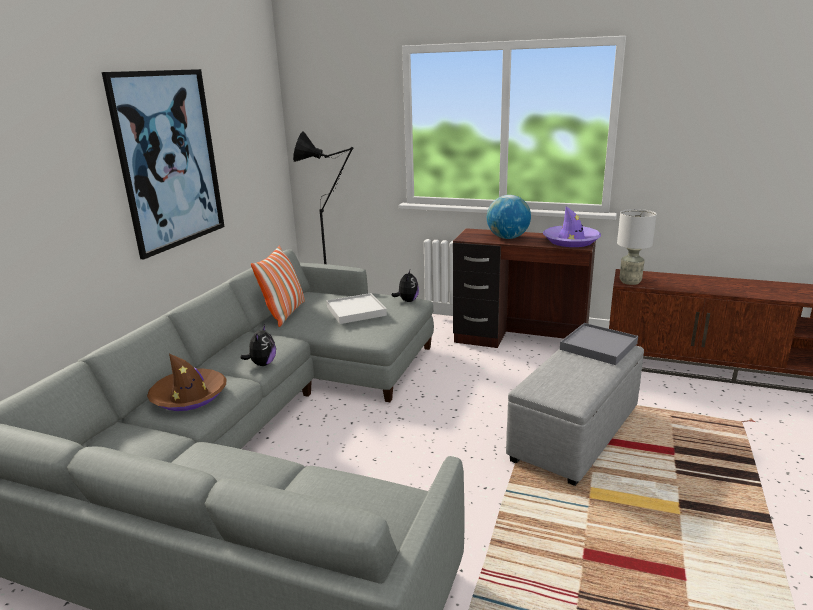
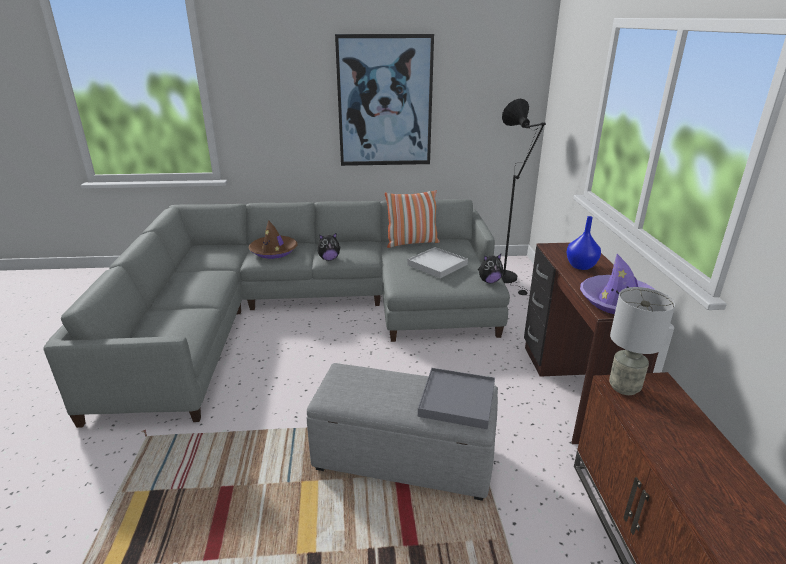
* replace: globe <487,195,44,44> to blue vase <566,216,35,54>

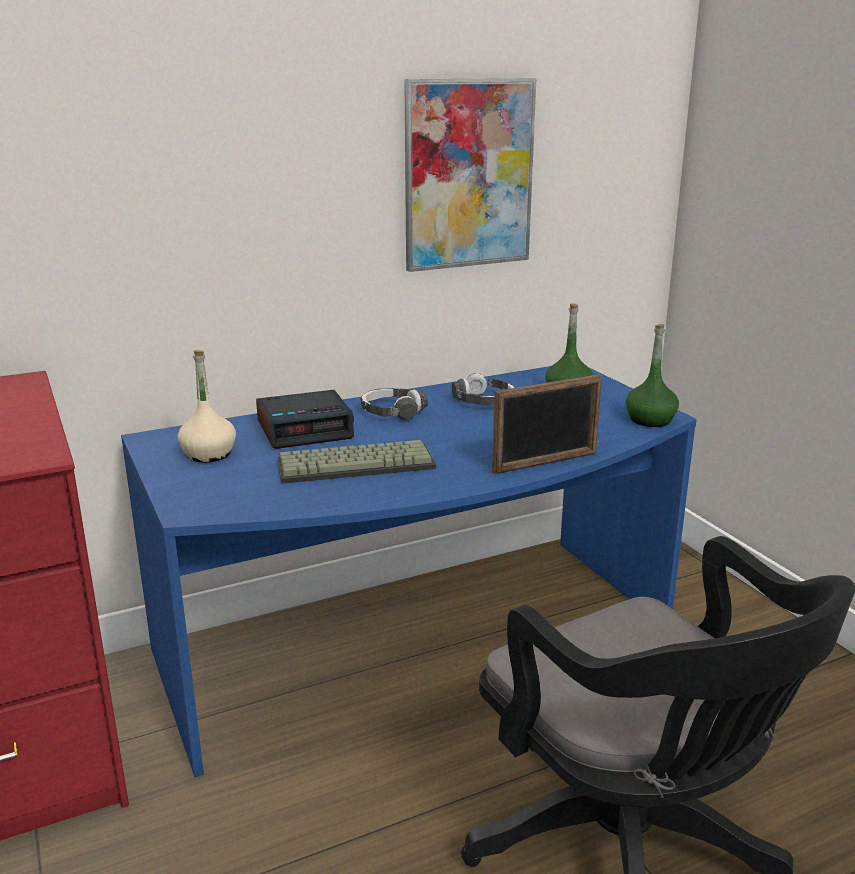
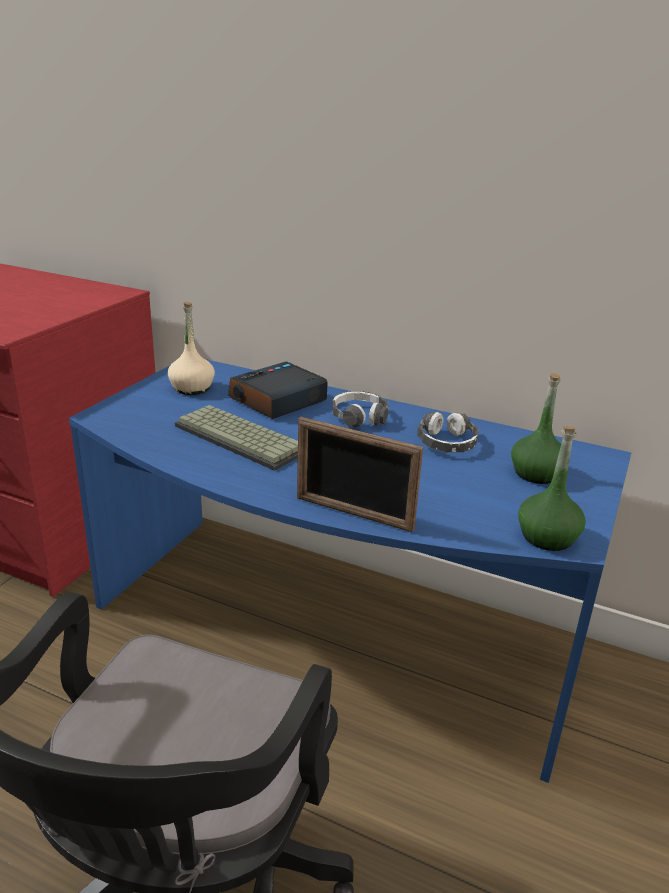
* rotate: alarm clock <256,390,98,59> = <228,361,100,58> 105 degrees clockwise
* delete: picture <404,78,132,194>

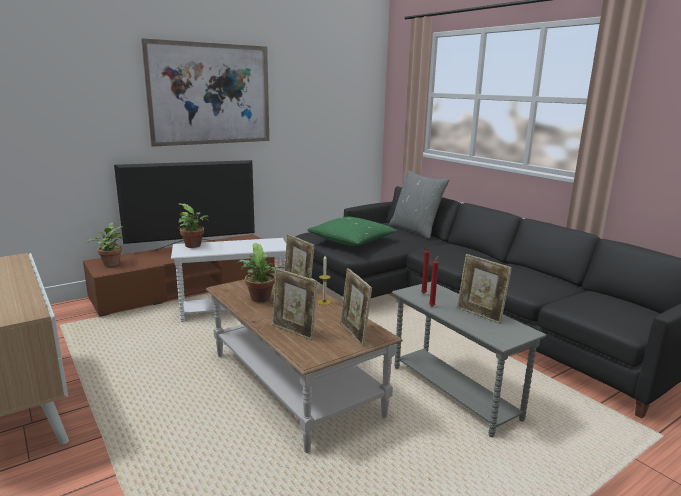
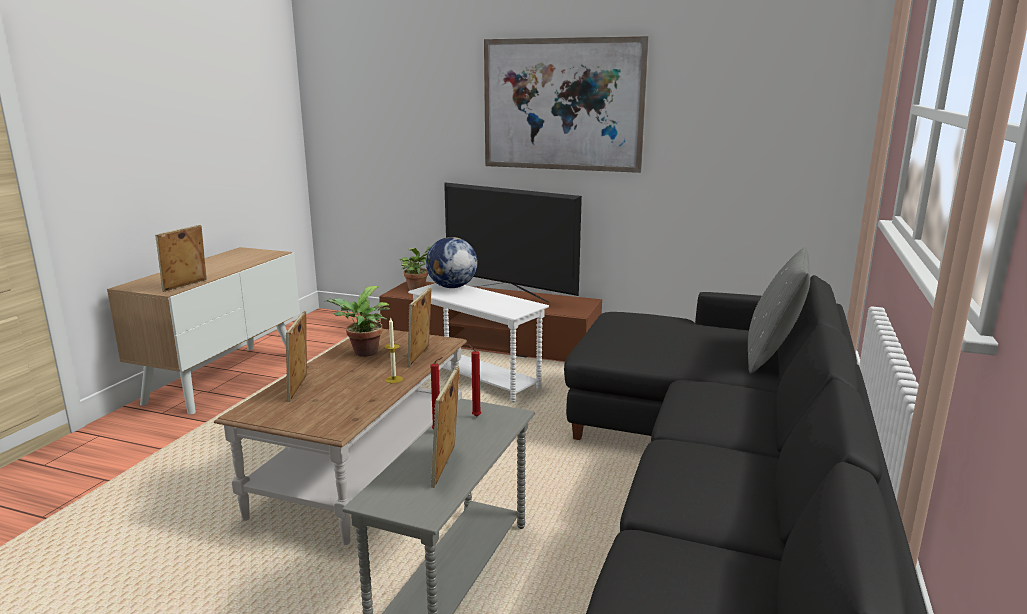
* move: picture frame <340,268,32,79> to <155,225,52,67>
* replace: potted plant <178,203,31,45> to globe <426,237,52,51>
* delete: green pillow <307,217,90,29>

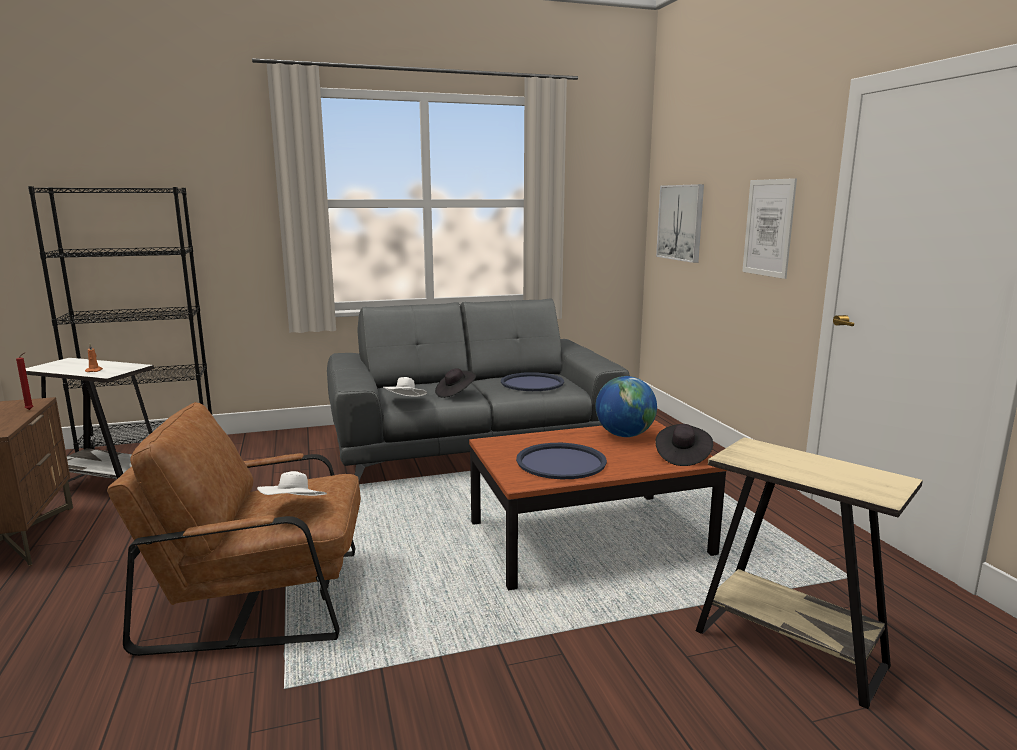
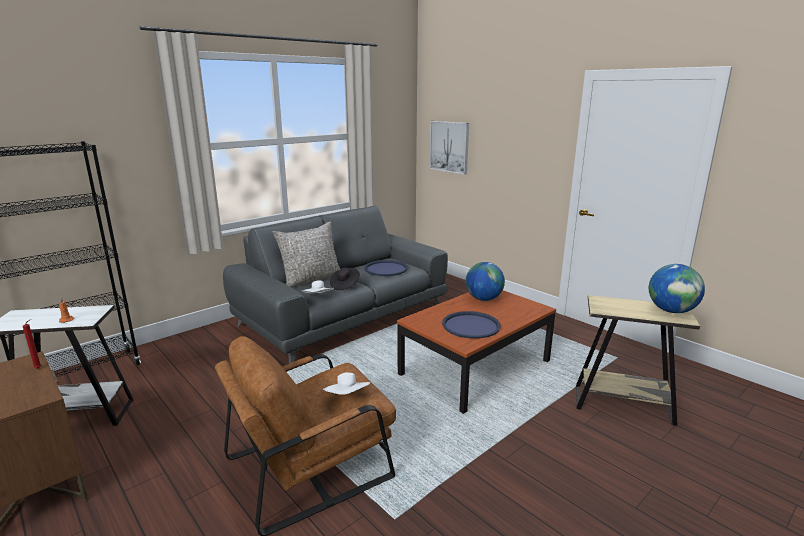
* insert: grey pillow <272,222,68,66>
* insert: globe <649,264,56,49>
* delete: black hat <655,424,58,42>
* delete: picture <742,178,55,101>

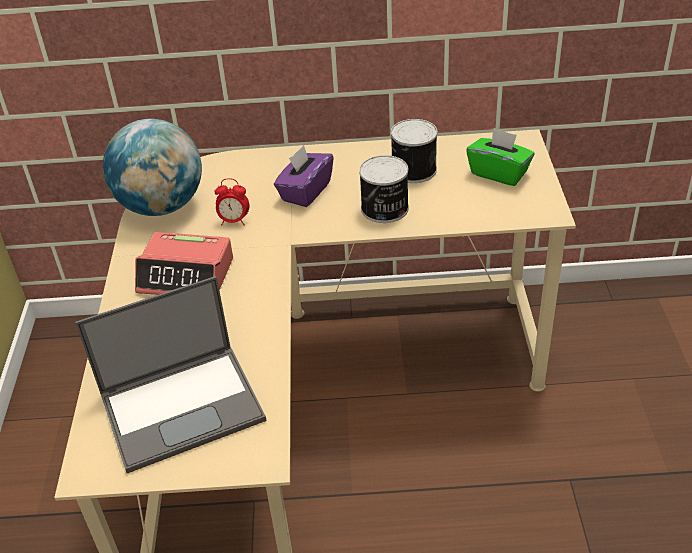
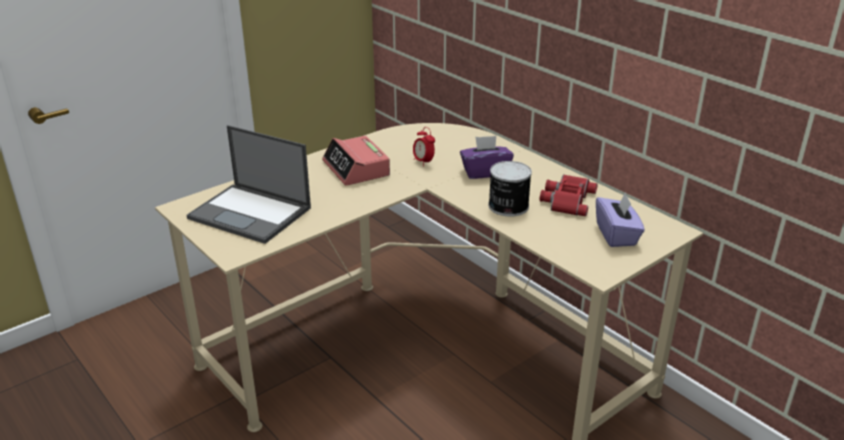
* replace: can <391,119,46,64> to red binoculars <540,175,58,41>
* recolor: green tissue box <466,128,69,58> to purple tissue box <596,192,49,55>
* delete: globe <103,119,99,97>

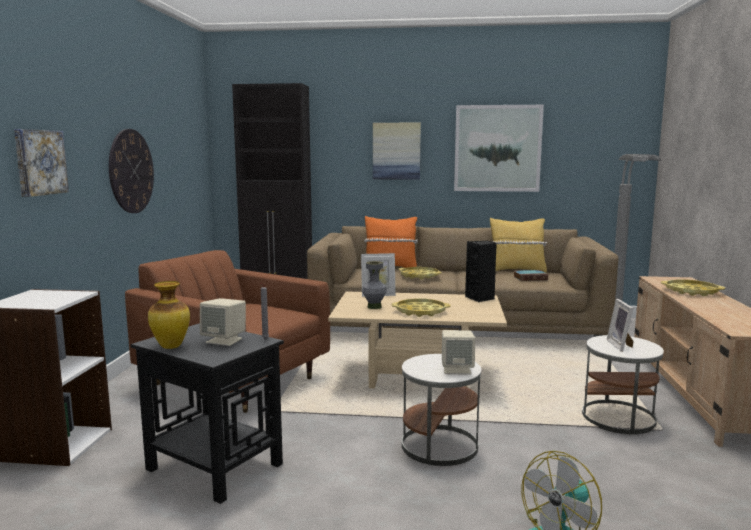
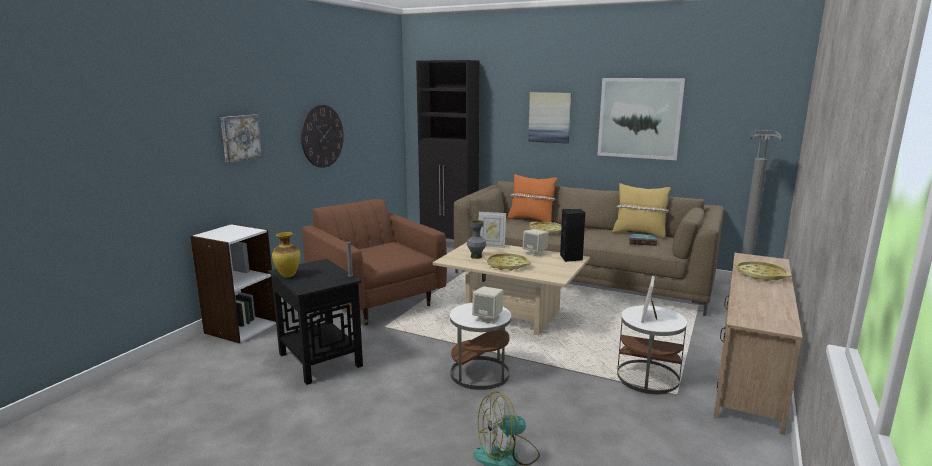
* move: beige speaker <200,298,46,48> to <522,229,27,27>

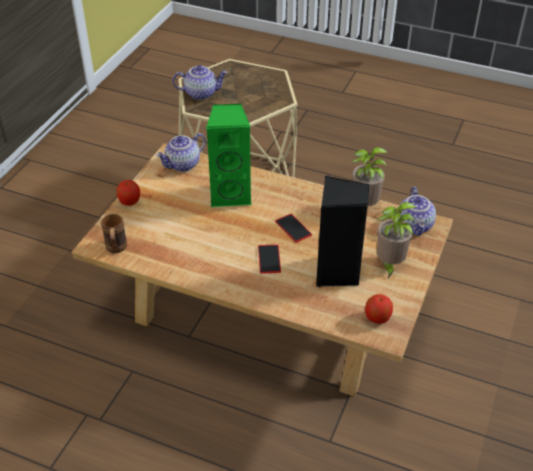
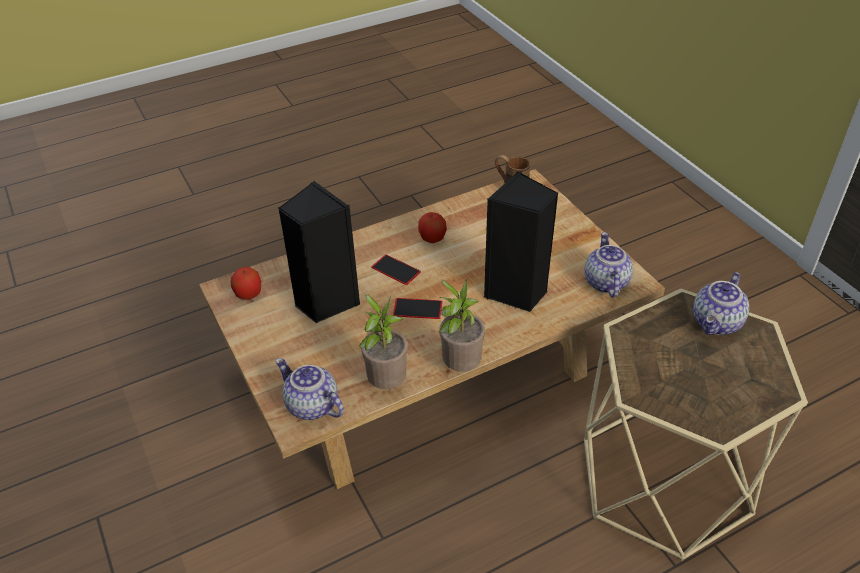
* move: apple <117,180,24,26> to <418,212,29,31>
* move: potted plant <377,202,39,76> to <439,279,46,93>
* recolor: green speaker <206,104,46,103> to black speaker <484,171,75,141>

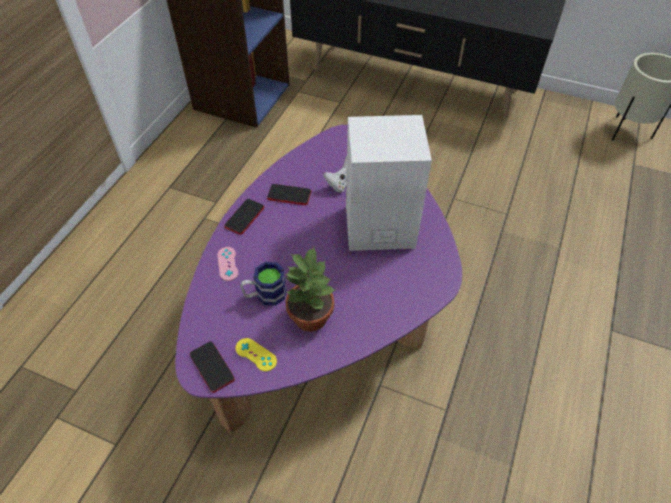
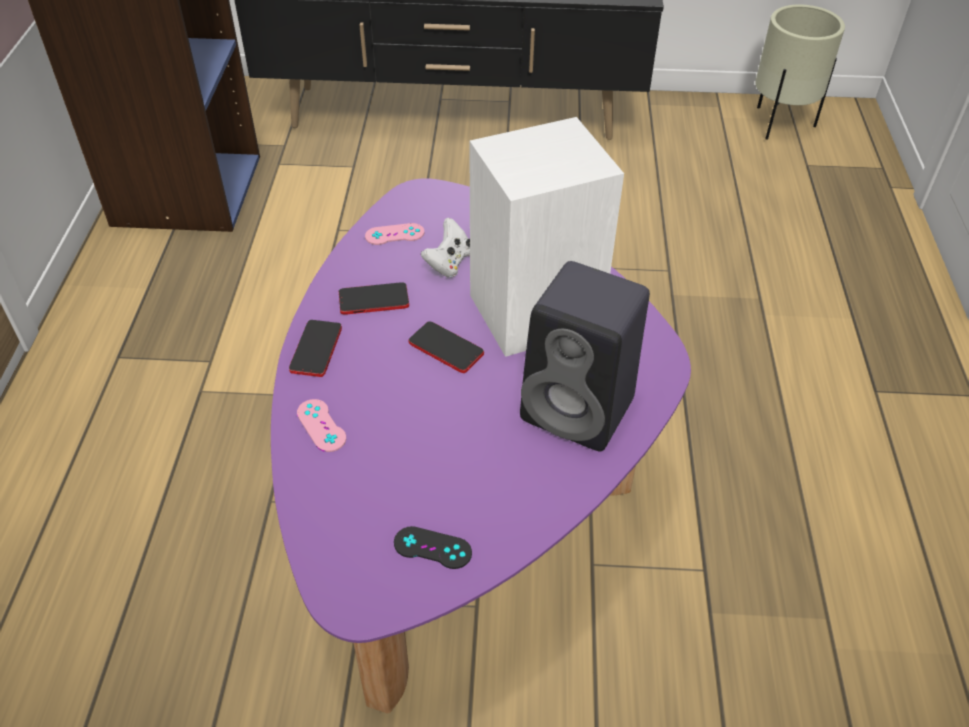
* insert: pink game controller <365,223,59,22>
* recolor: yellow game controller <235,338,42,33> to black game controller <394,526,78,43>
* move: phone <190,341,45,52> to <408,321,76,52>
* insert: black speaker <520,261,130,191>
* delete: mug <240,262,47,44>
* delete: potted plant <285,247,52,85>

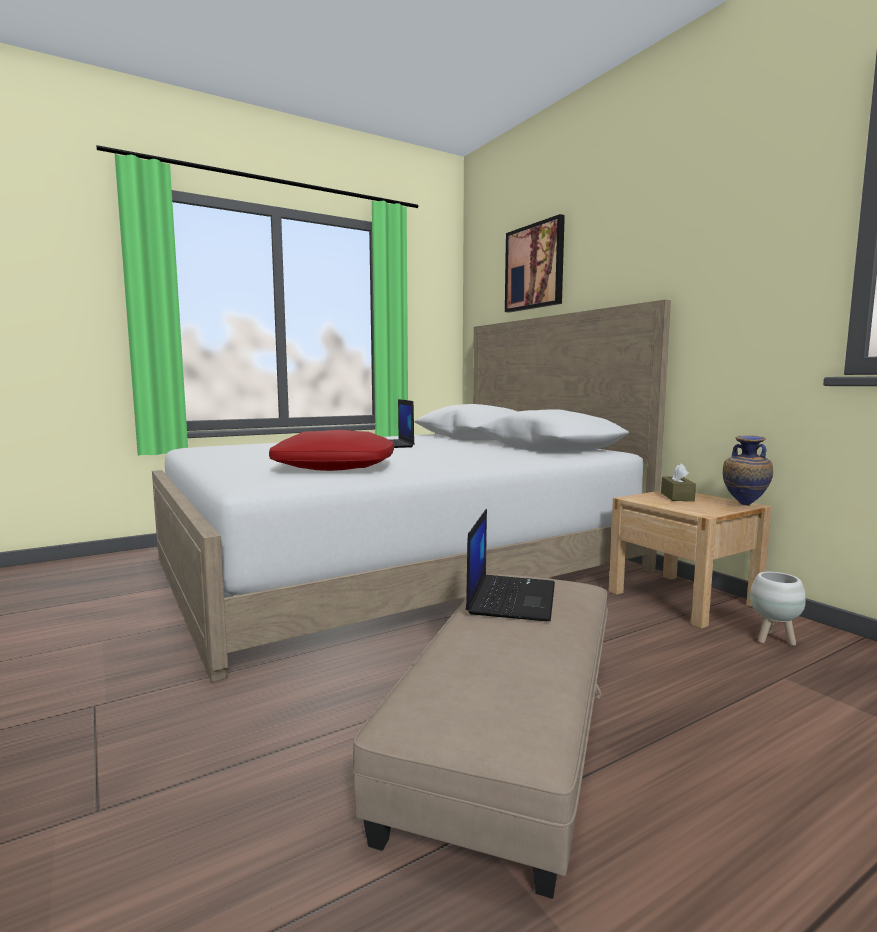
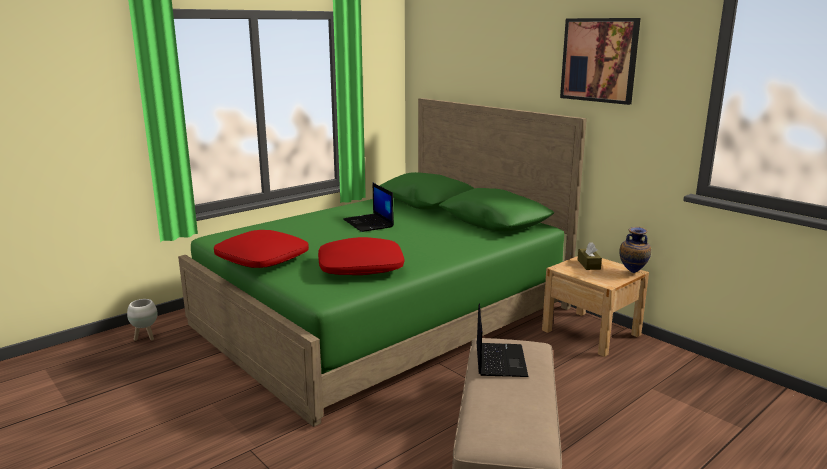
* move: white planter <750,572,56,74> to <127,299,31,42>
* recolor: white bed <152,300,519,383> to green bed <178,98,409,329>
* insert: red pillow <214,230,95,38>
* move: picture <505,214,60,98> to <560,18,81,87>

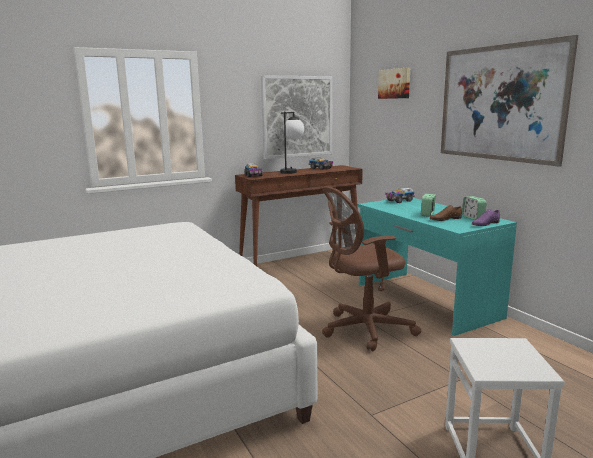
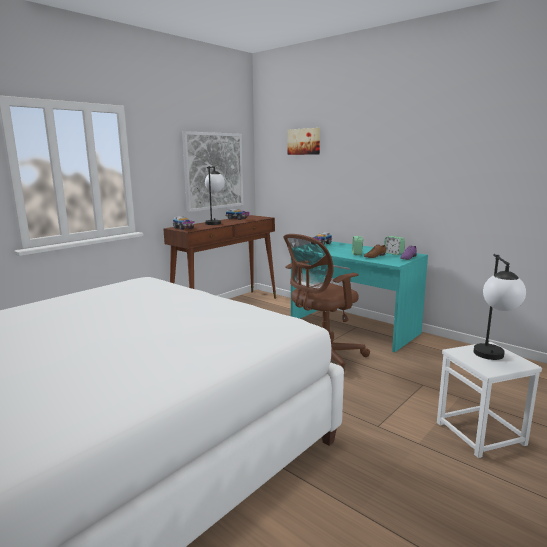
* insert: table lamp <474,254,52,106>
* delete: picture <441,35,137,132>

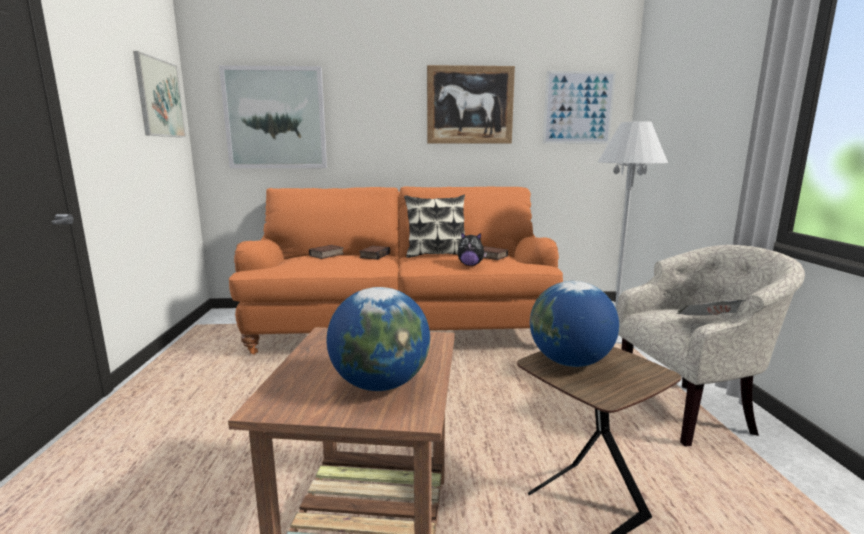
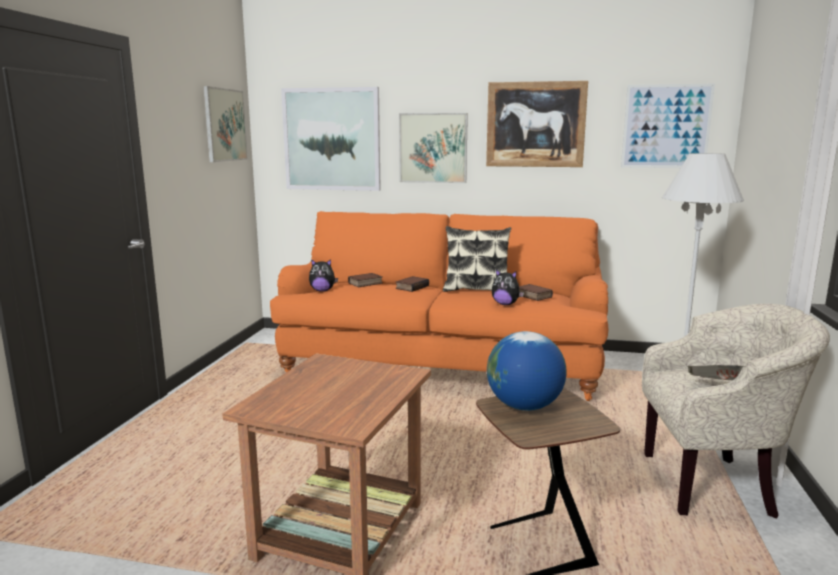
* insert: plush toy <309,259,29,33>
* insert: picture <399,113,69,70>
* delete: globe <327,287,103,104>

